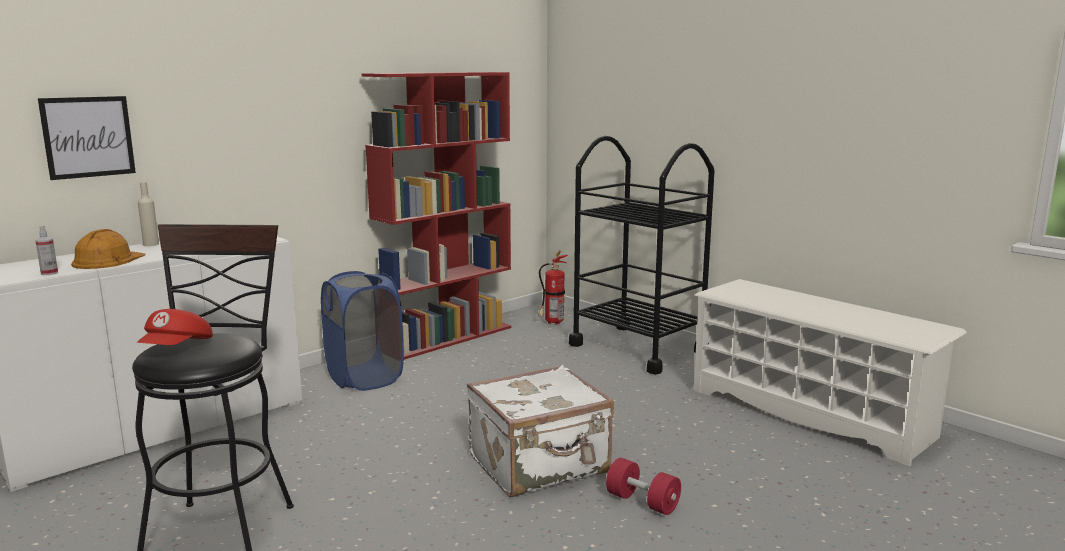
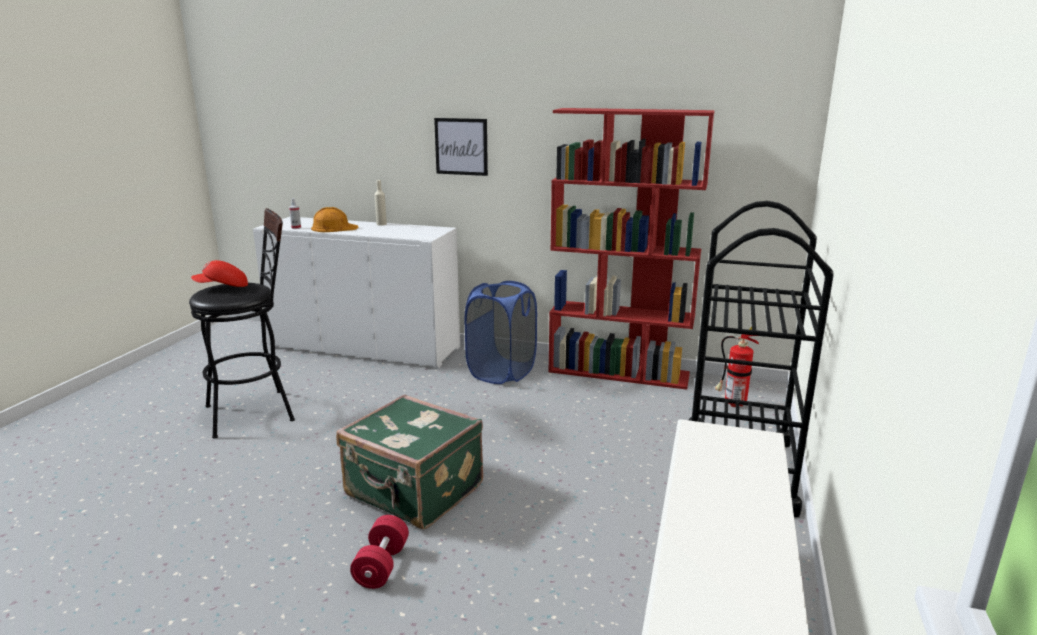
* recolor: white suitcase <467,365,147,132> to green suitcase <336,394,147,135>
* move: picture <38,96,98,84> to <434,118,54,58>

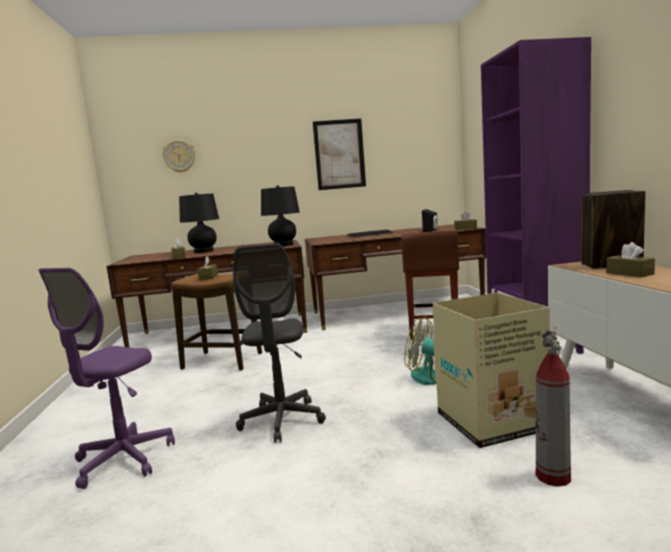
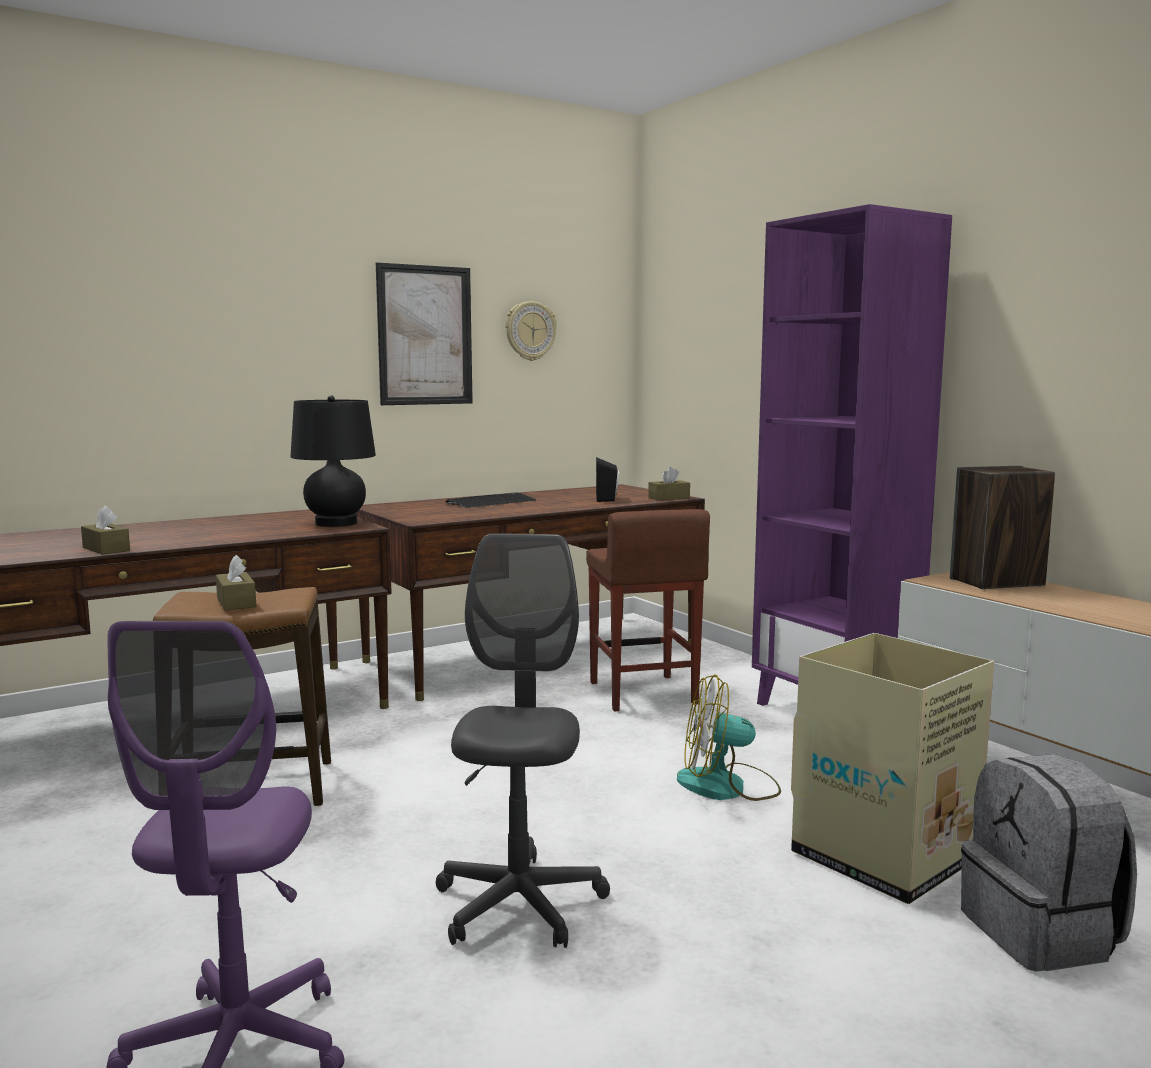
* rotate: grey office chair <233,244,93,199> = <436,533,174,415> 150 degrees counterclockwise
* move: wall clock <162,140,33,33> to <506,301,51,60>
* replace: fire extinguisher <536,326,35,161> to grey backpack <961,754,176,218>
* delete: black table lamp <179,192,40,61>
* delete: brown tissue box <606,242,49,35>

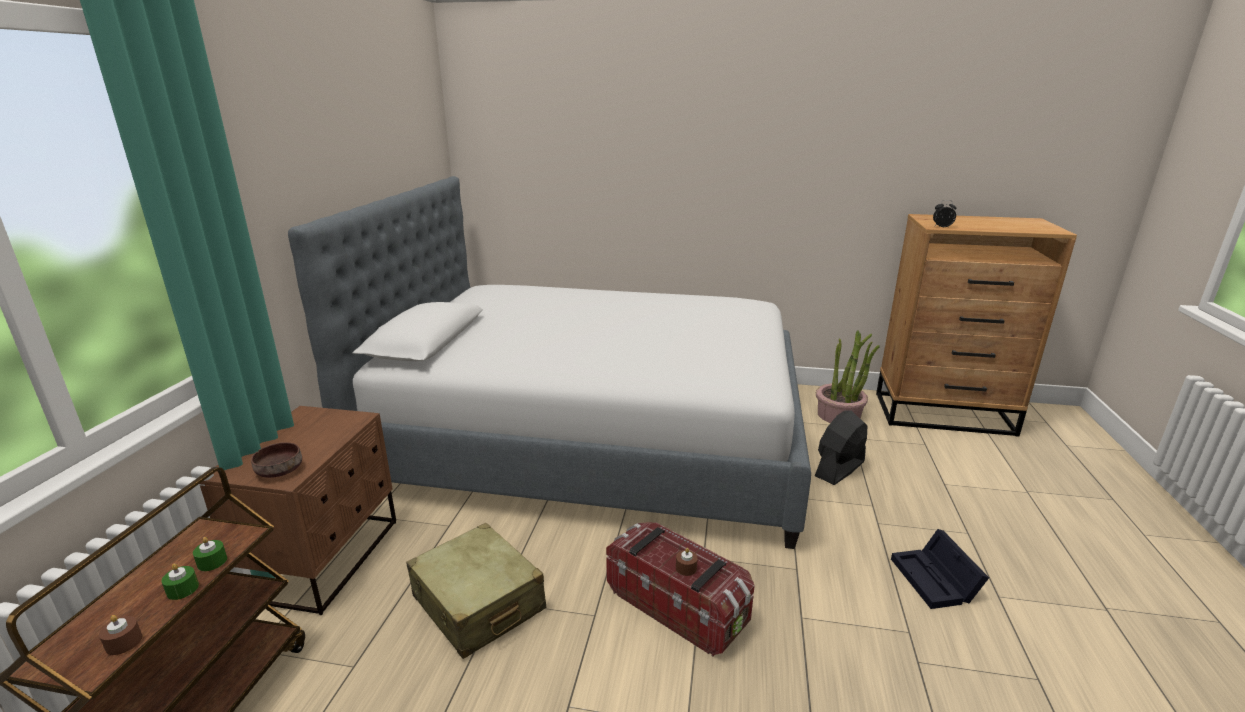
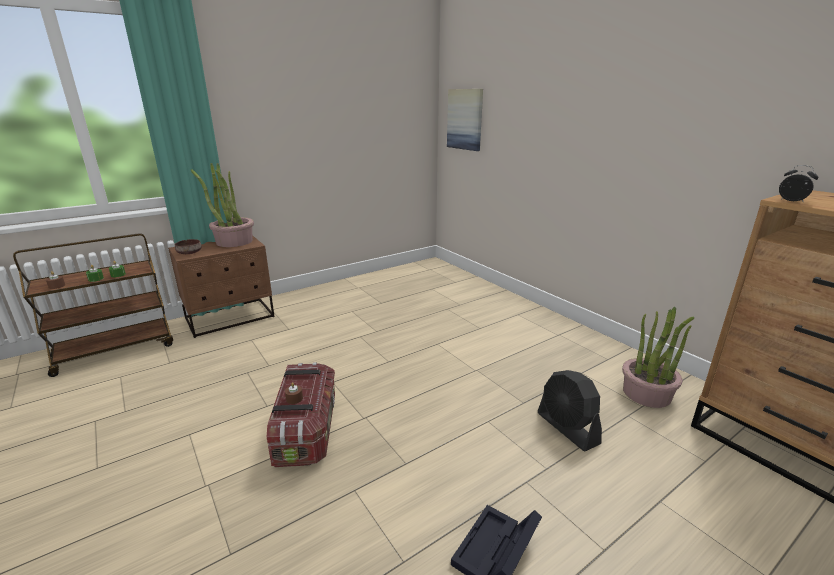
* insert: potted plant <191,163,63,84>
* insert: picture <447,89,36,62>
* rotate: black fan <815,410,52,75> = <537,370,65,81> 120 degrees counterclockwise
* delete: bed <288,176,523,373>
* delete: beige suitcase <406,523,140,136>

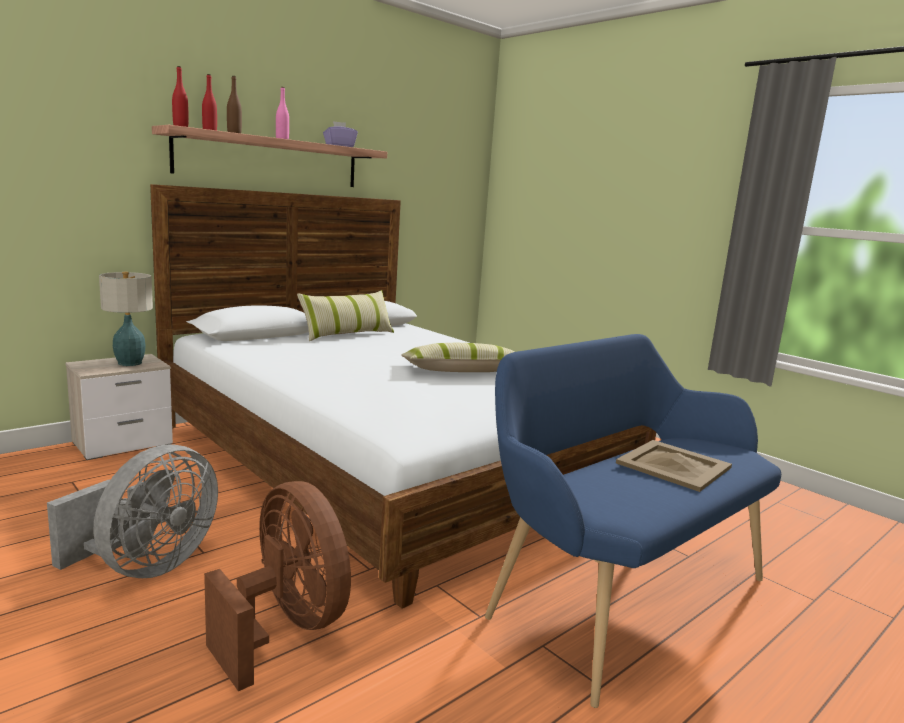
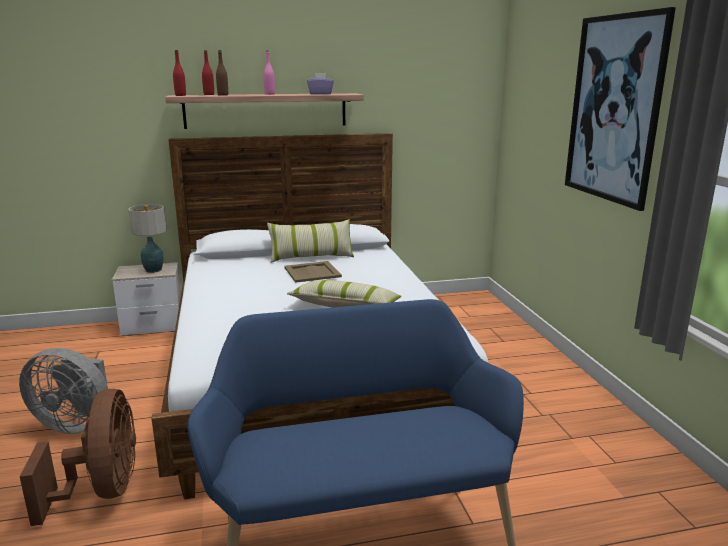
* rotate: grey fan <47,444,171,134> = <19,348,89,86> 45 degrees clockwise
* move: beige tray <616,440,116,52> to <284,261,58,22>
* insert: picture <565,7,111,204>

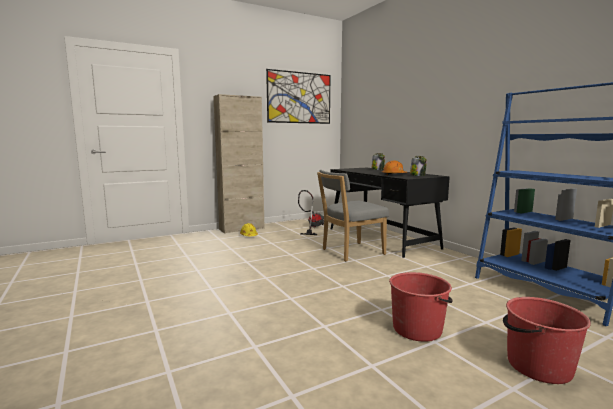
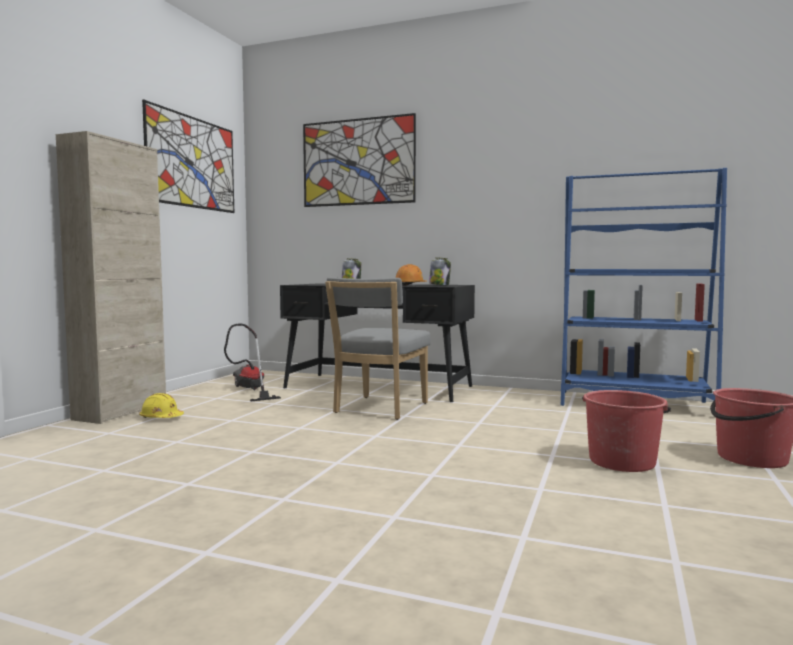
* insert: picture <303,113,113,94>

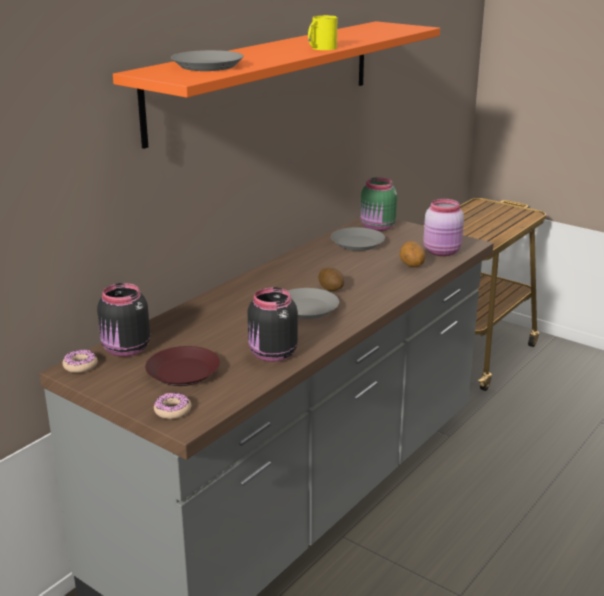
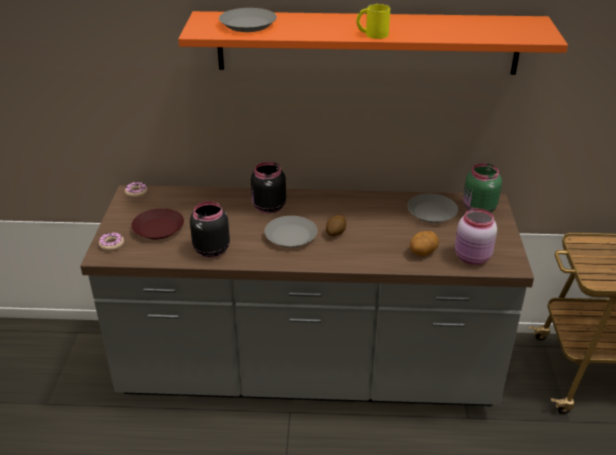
* move: black jar <97,283,53,74> to <251,162,35,51>

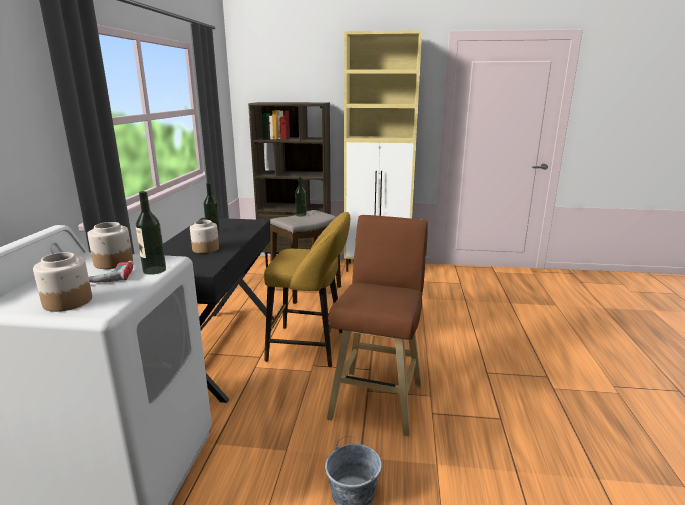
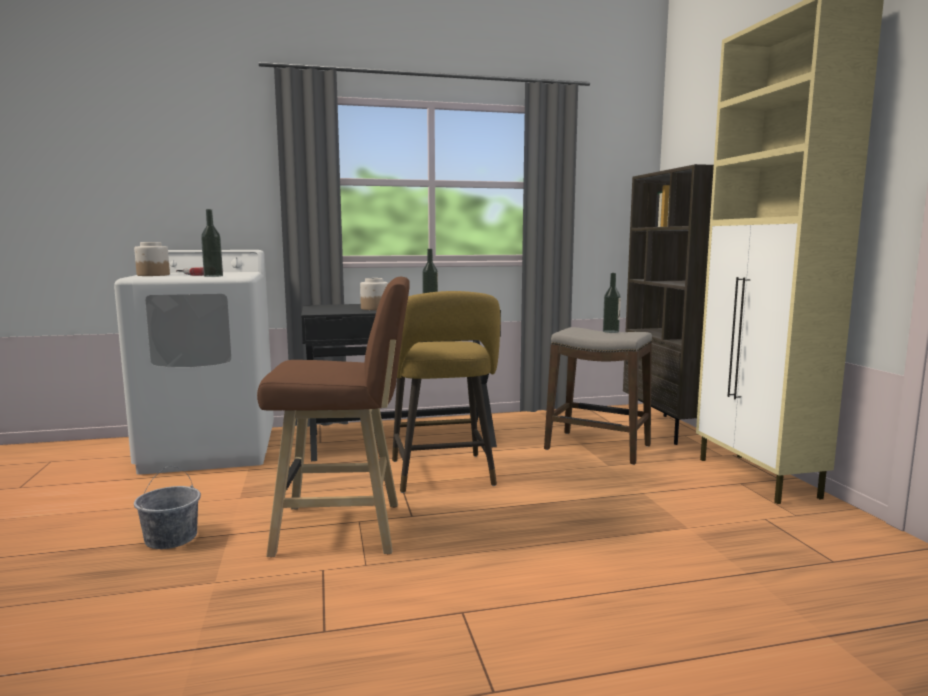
* delete: jar <87,222,46,47>

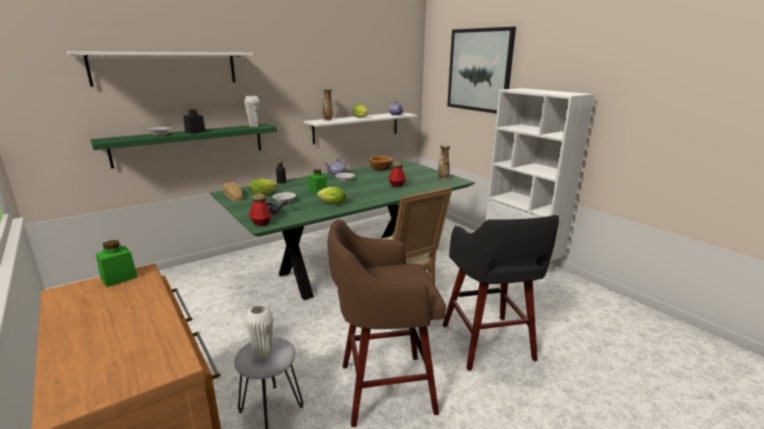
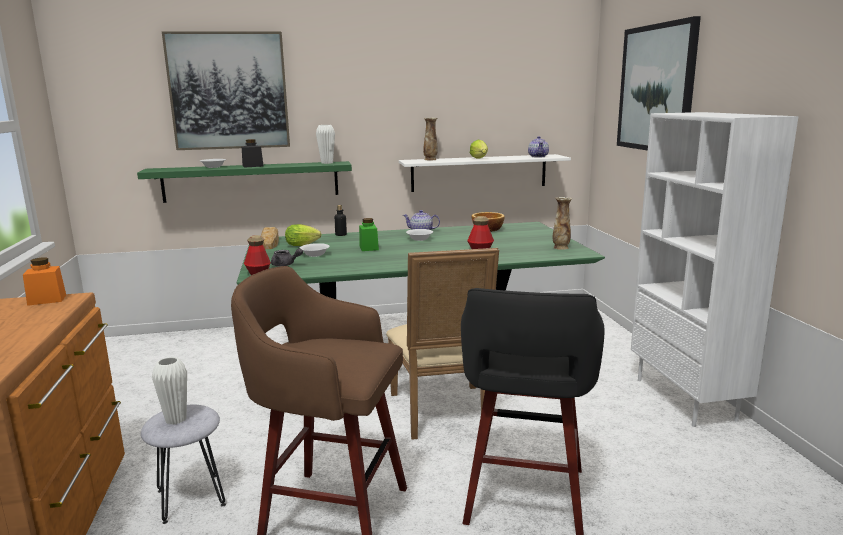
* recolor: green jar <96,240,42,47> to orange jar <23,257,43,49>
* replace: white shelf <67,51,186,36> to picture <162,31,128,119>
* delete: lettuce <317,186,29,19>

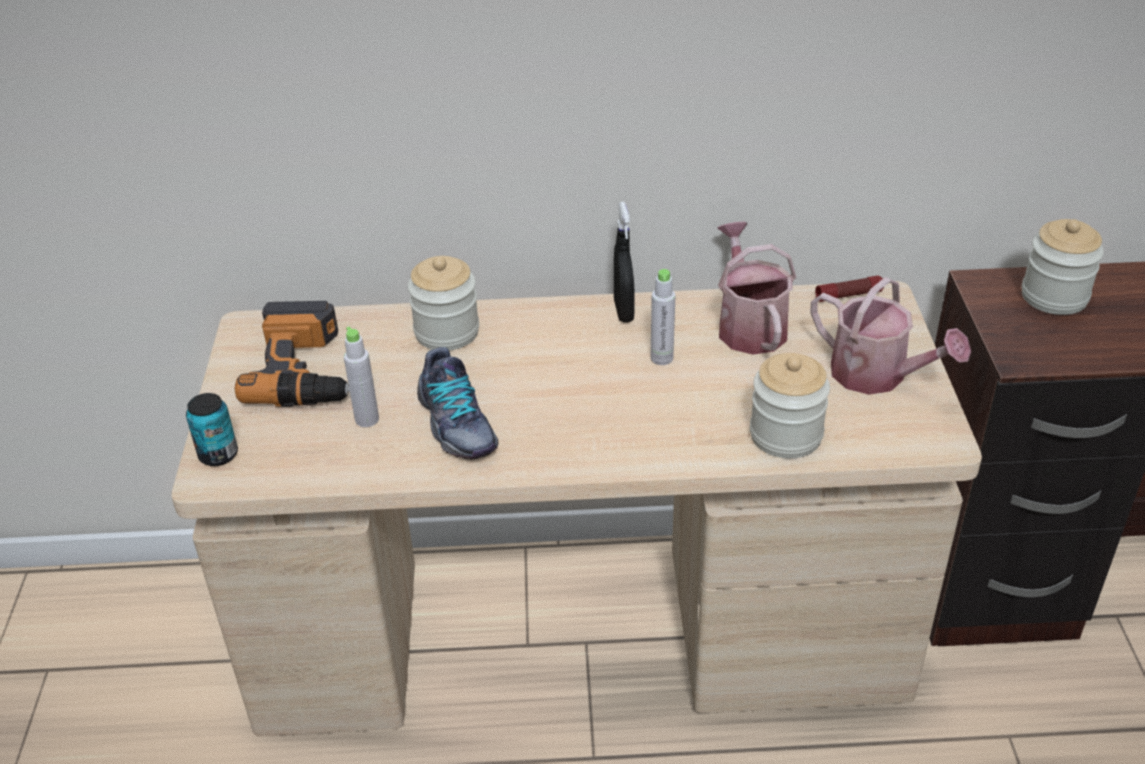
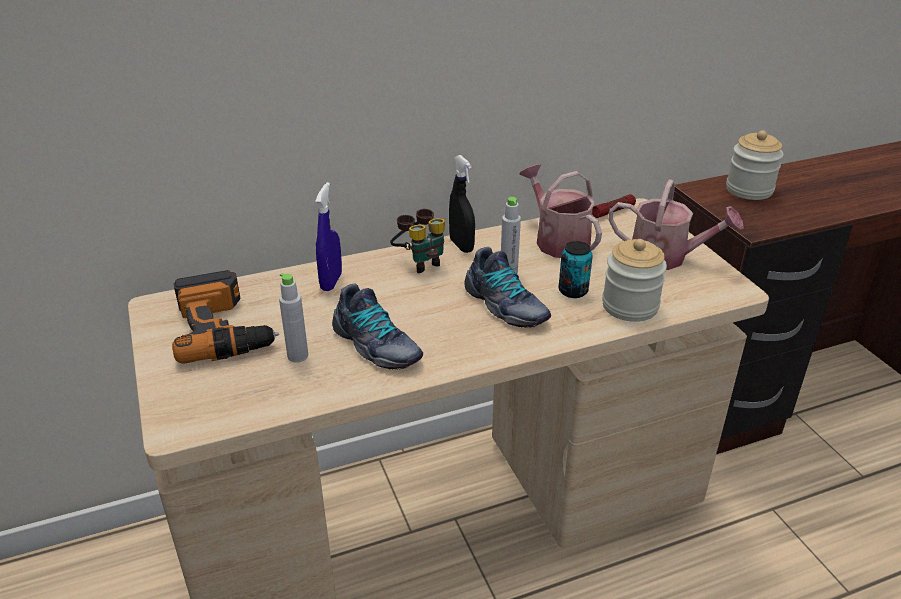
* replace: jar <408,256,71,95> to blue spray bottle <315,182,27,109>
* insert: binoculars <390,209,55,64>
* insert: shoe <464,247,87,81>
* move: can <186,393,52,73> to <559,241,34,57>

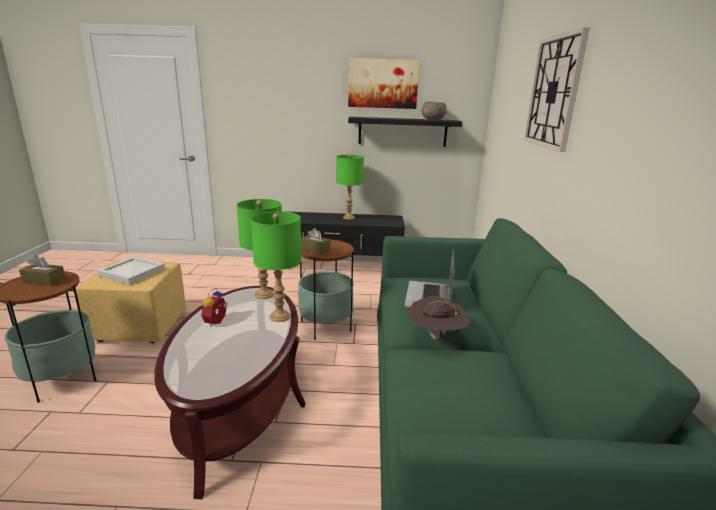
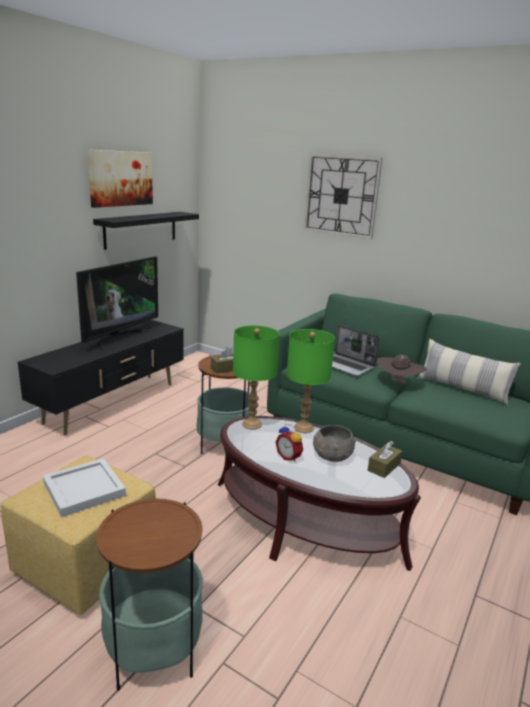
* replace: green table lamp <336,154,28,66> to television <76,257,82,93>
* move: grey bowl <421,102,26,18> to <313,425,43,37>
* move: brown tissue box <19,255,47,31> to <368,441,34,37>
* insert: pillow <418,339,103,66>

